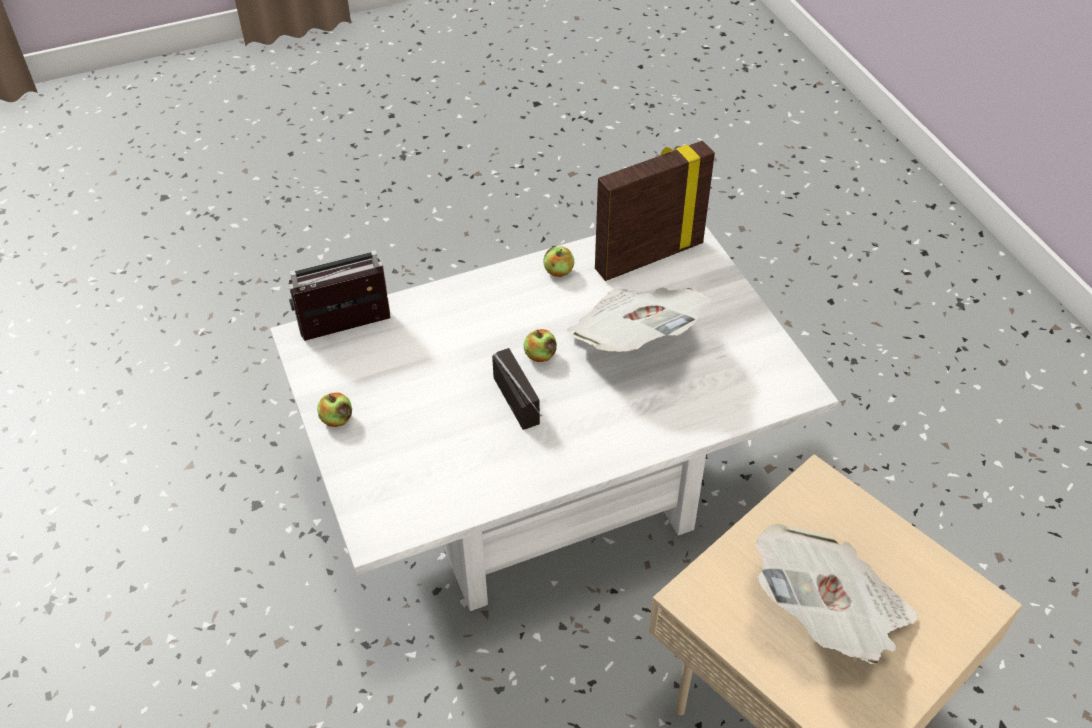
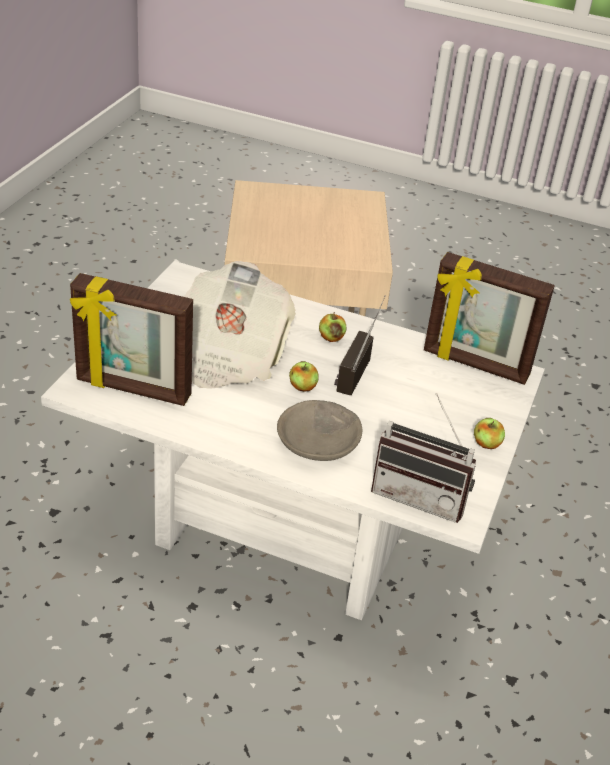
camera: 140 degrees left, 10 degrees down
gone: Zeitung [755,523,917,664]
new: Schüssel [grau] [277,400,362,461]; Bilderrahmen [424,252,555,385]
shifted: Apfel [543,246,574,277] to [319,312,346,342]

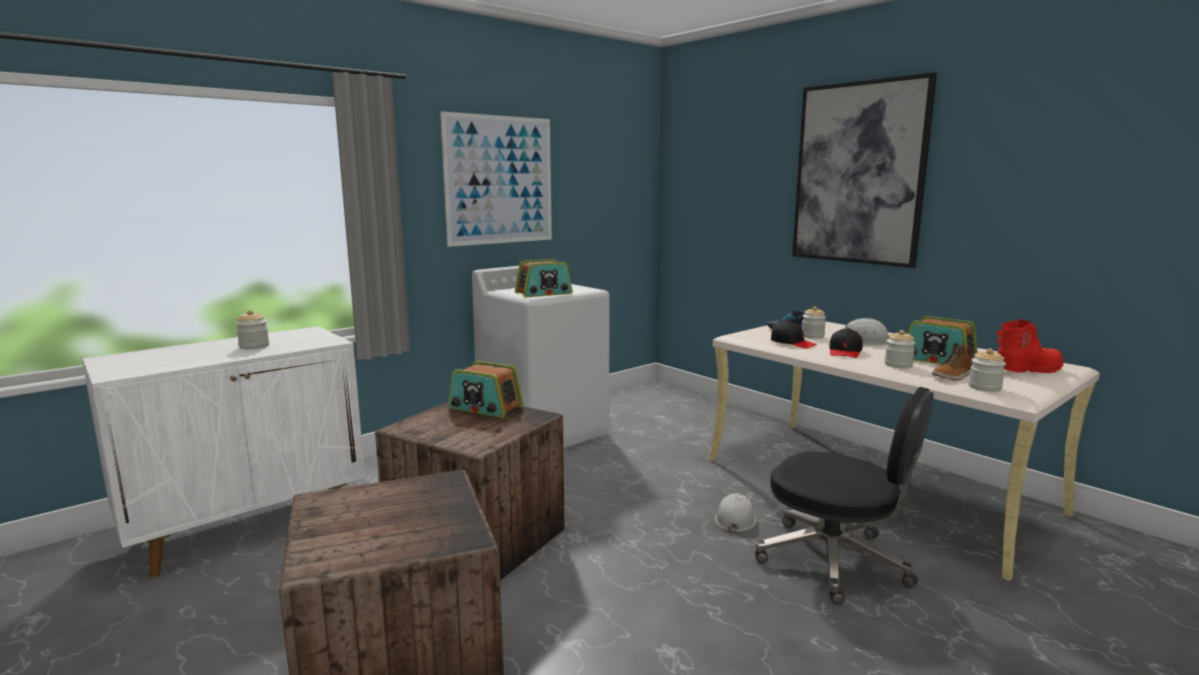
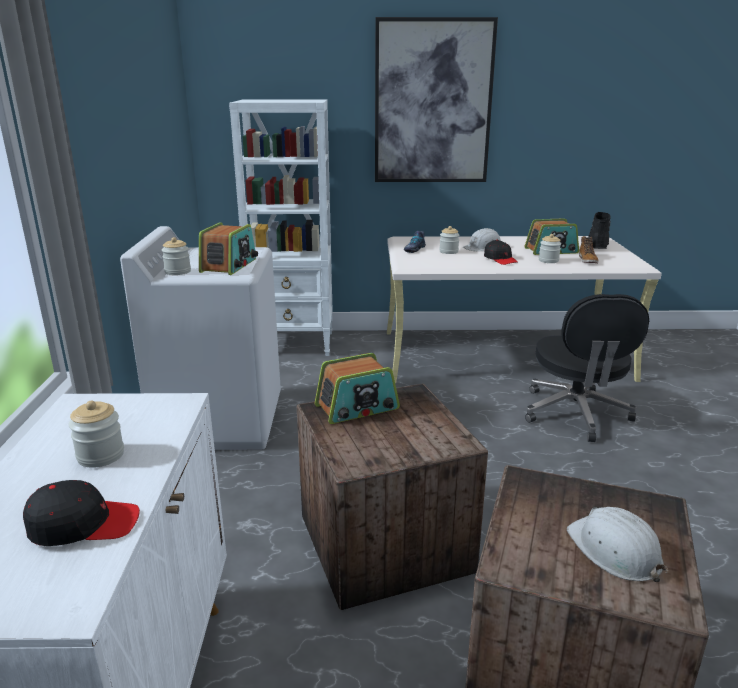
camera: 50 degrees left, 10 degrees up
gone: Bild [440,111,552,247]
new: Bücherregal [weiß] [229,100,333,356]
shifted: Schutzhelm [weiß] [715,493,756,533] to [567,507,668,582]; Kappe [schwarz] [771,321,817,348] to [23,480,140,546]; Vorratsglas [969,348,1006,392] to [162,237,191,275]
repainted: Stiefel [rot] [996,319,1063,373] to Stiefel [schwarz] [588,212,611,249]
rotated: Bürostuhl [schwarz] [755,387,934,605] = [525,294,649,442] 105 degrees clockwise

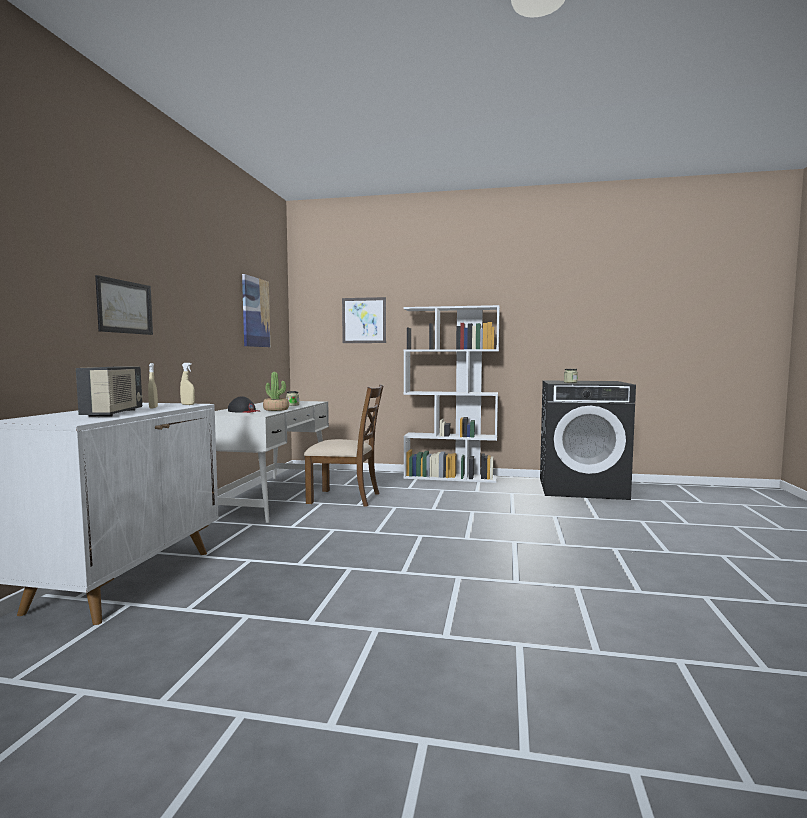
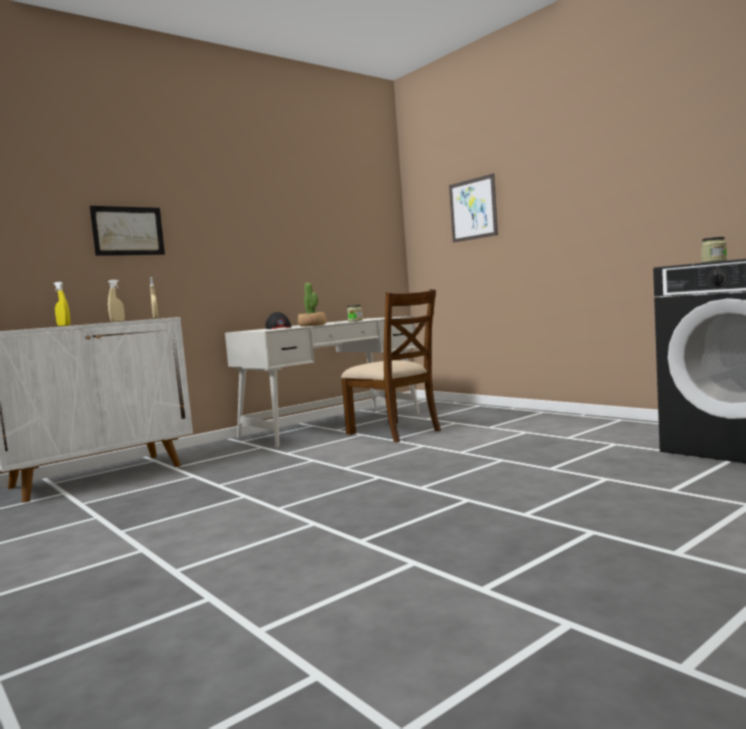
camera: 40 degrees right, 0 degrees up
gone: Bild [242,274,270,347]; Bücherregal [weiß] [404,305,500,483]
swapped: Radio [76,367,143,417] to Sprühflasche [gelb] [54,282,70,326]

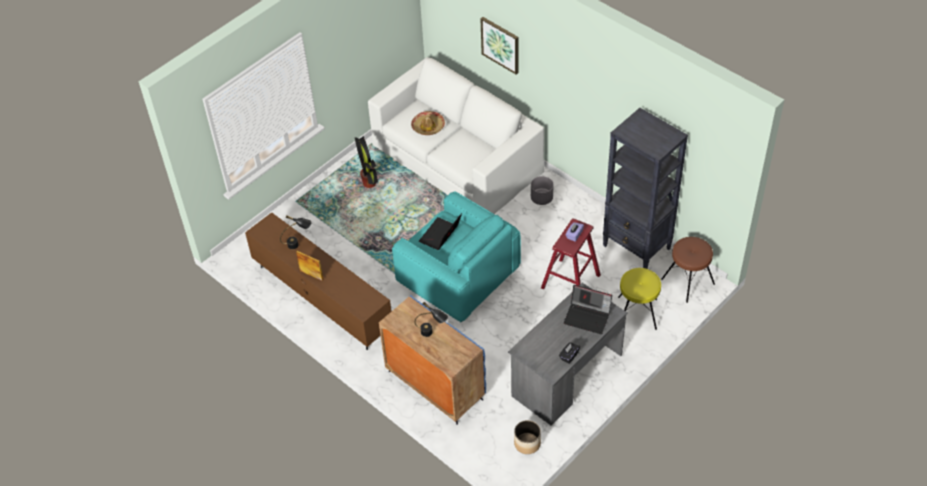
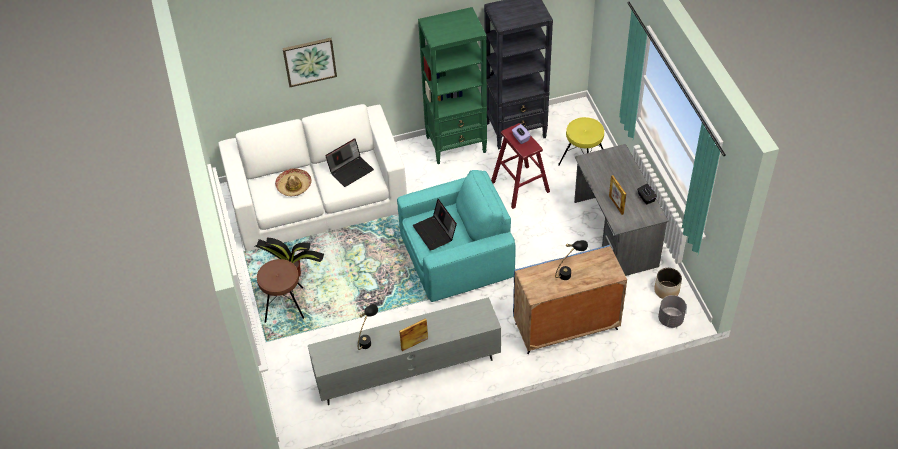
camera: 60 degrees left, 0 degrees up
new: Bücherregal [grün] [418,7,487,164]; Bilderrahmen [609,175,626,215]
shifted: Pflanzkübel [grau] [531,176,554,205] to [658,295,686,328]; Laptop [564,285,612,334] to [325,138,374,187]; Hocker [braun] [661,237,715,303] to [257,259,304,323]
repainted: Fernsehschrank [braun] [245,212,392,350] to Fernsehschrank [grau] [308,297,501,405]

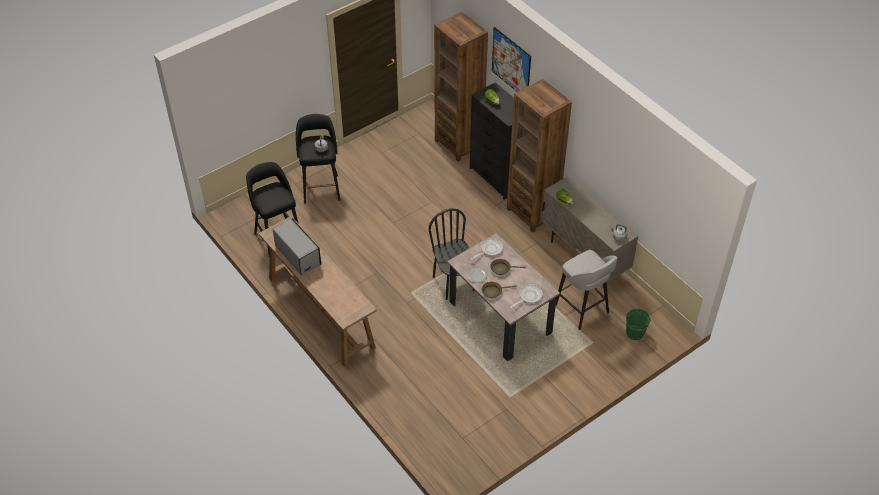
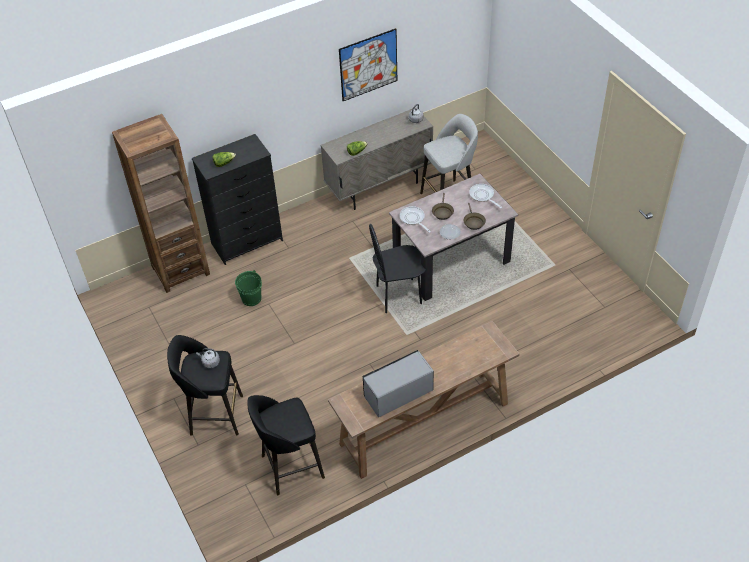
camera: 80 degrees left, 0 degrees up
gone: Bücherregal [braun] [507,79,572,233]
shifted: Bild [492,27,531,92] to [339,28,397,101]; Eimer [grün] [625,308,651,340] to [235,270,262,306]

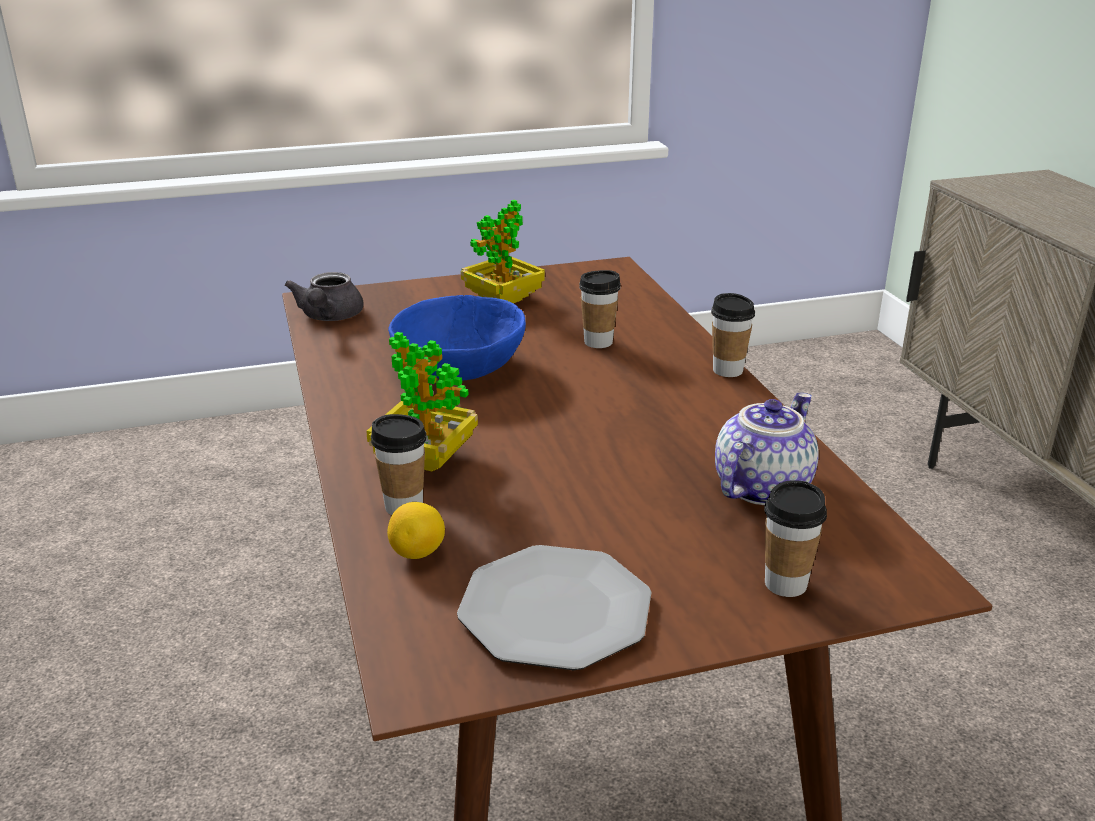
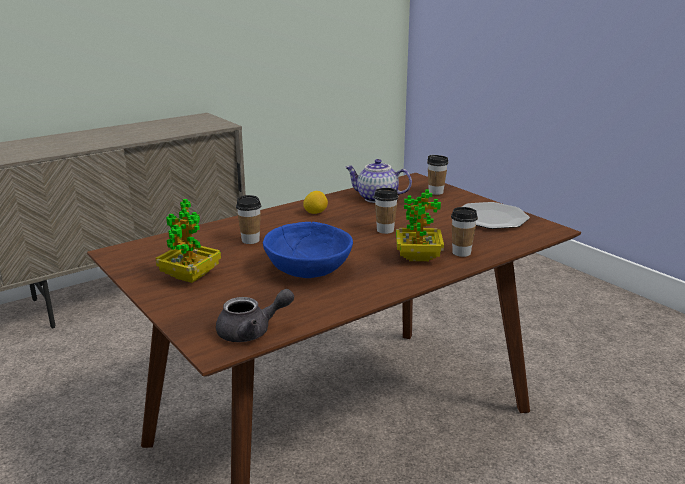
camera: 110 degrees left, 5 degrees down
shifted: Zitrone [387,502,445,559] to [303,191,328,214]; Tasse [711,293,755,377] to [374,188,398,234]

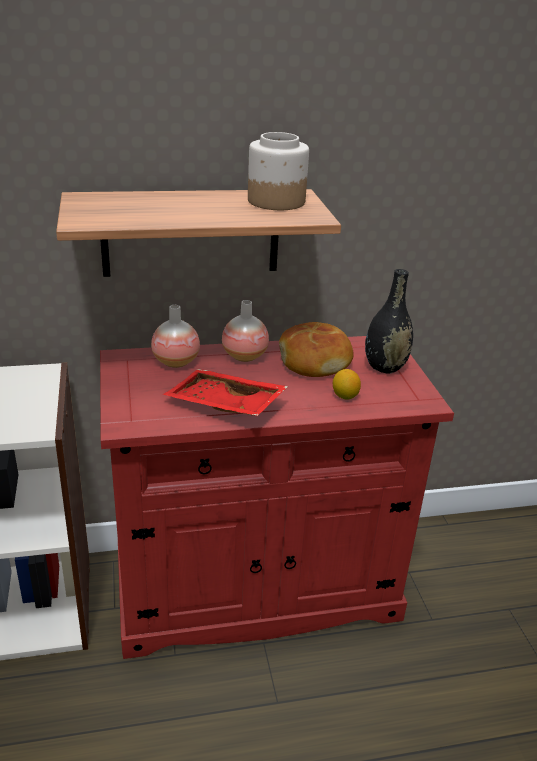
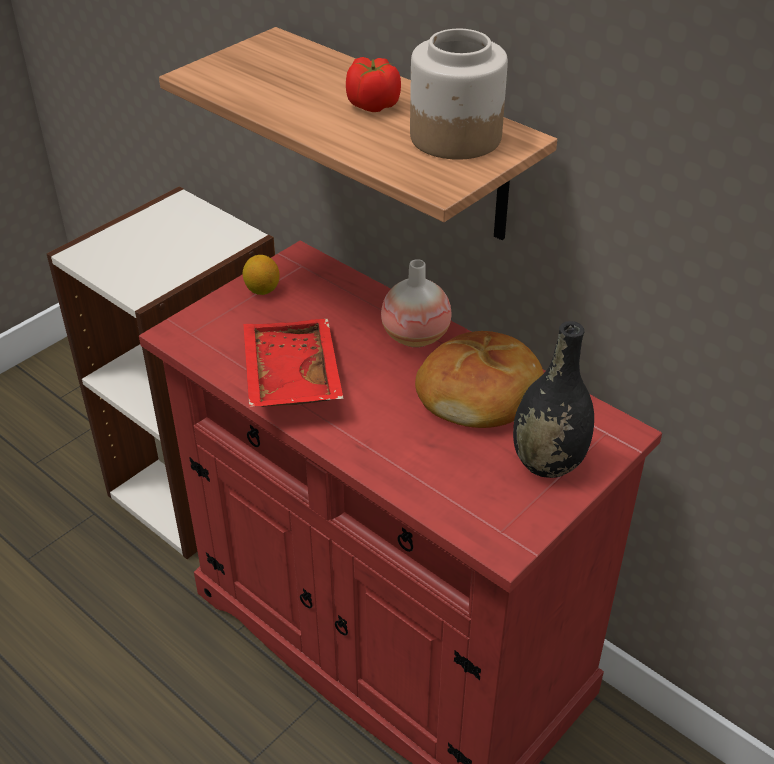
camera: 55 degrees right, 10 degrees up
gone: Vase [151,305,200,368]
new: Tomate [346,57,401,112]
shifted: Zitrone [333,369,361,400] to [243,255,279,295]

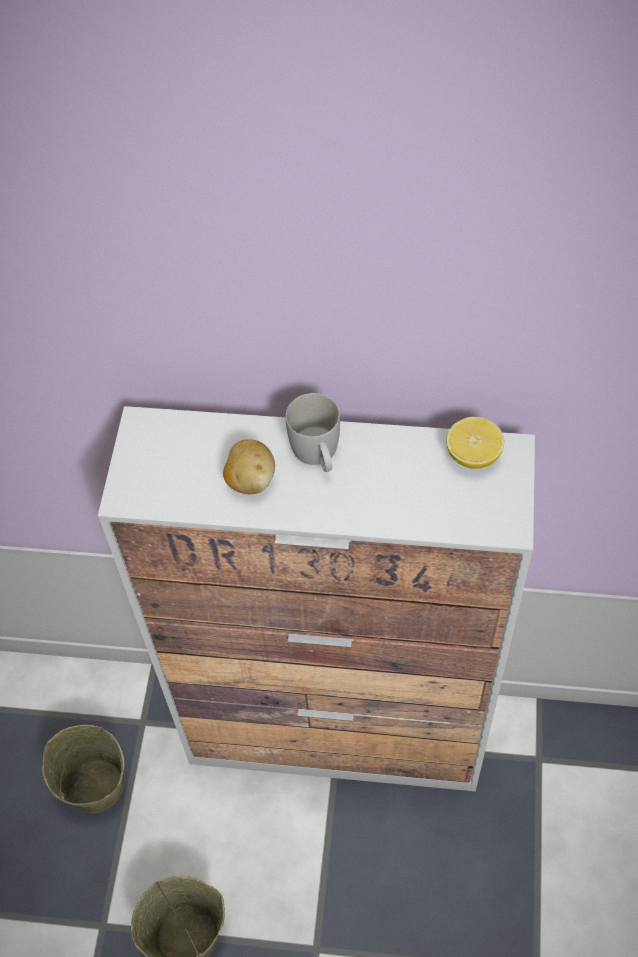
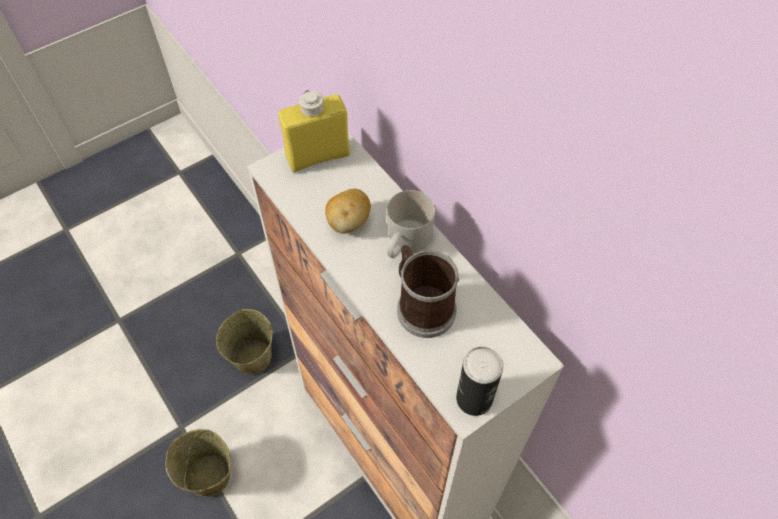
camera: 45 degrees right, 0 degrees up
gone: Zitrone [446,417,504,469]
new: Flasche [gelb] [278,90,350,172]; Henkelbecher [397,245,459,338]; Dose [456,347,503,416]

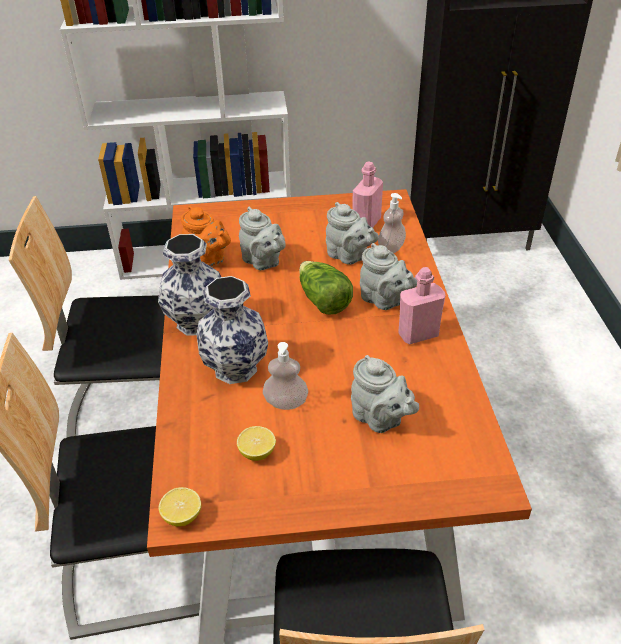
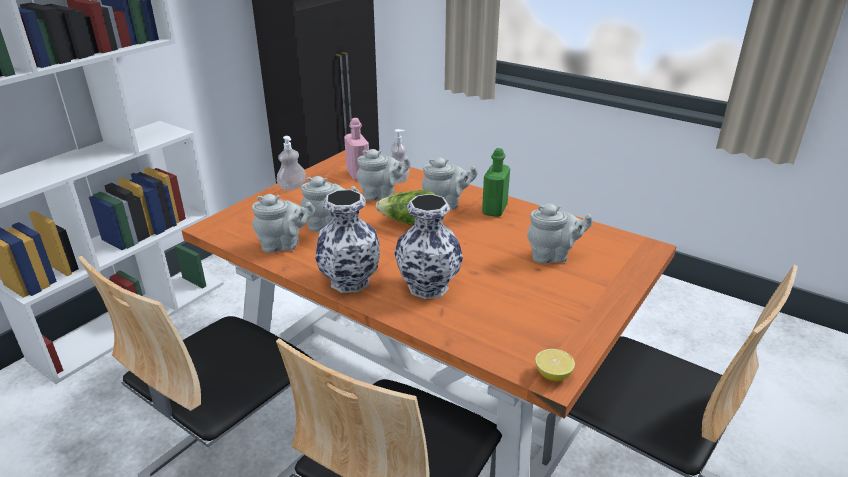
camera: 50 degrees left, 10 degrees down
gone: Zitrone [237,426,276,461]
shifted: Seifenspender [263,342,308,410] to [277,136,306,191]
repainted: Teekanne [orange] [181,206,231,267] to Teekanne [grau] [252,194,315,253]; Flasche [rosa] [398,267,446,344] to Flasche [grün] [482,148,510,217]

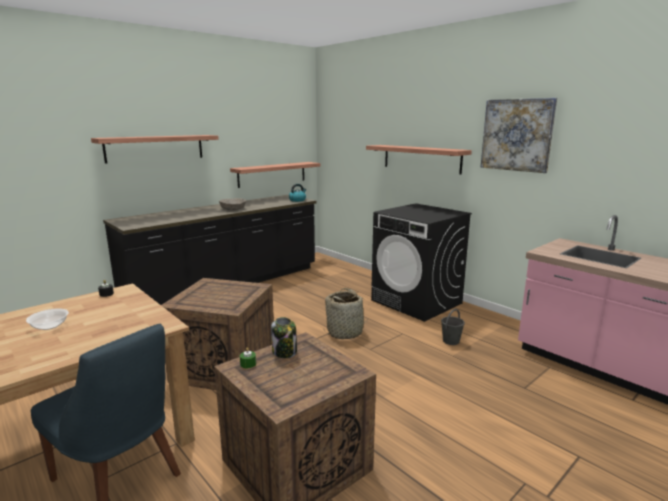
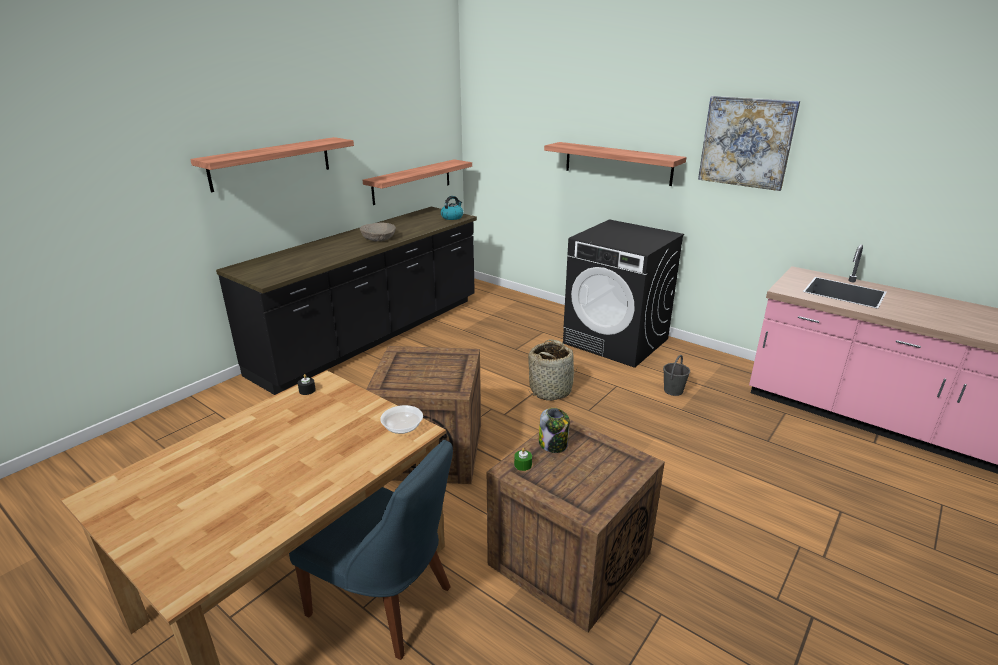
camera: 10 degrees left, 10 degrees up
shifted: Schüssel [26,308,69,330] to [380,405,423,434]

